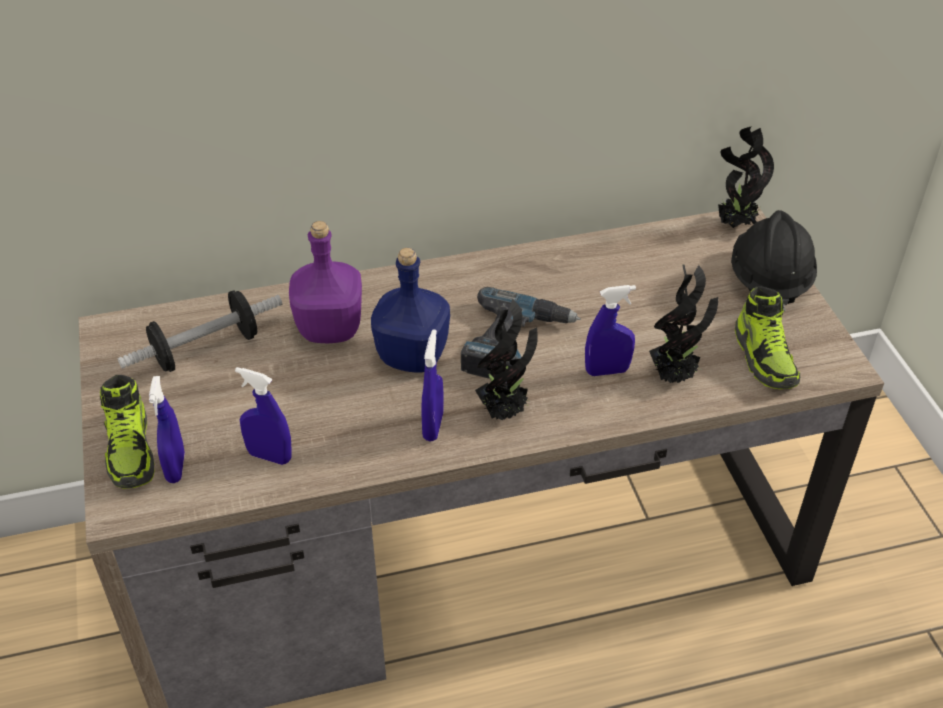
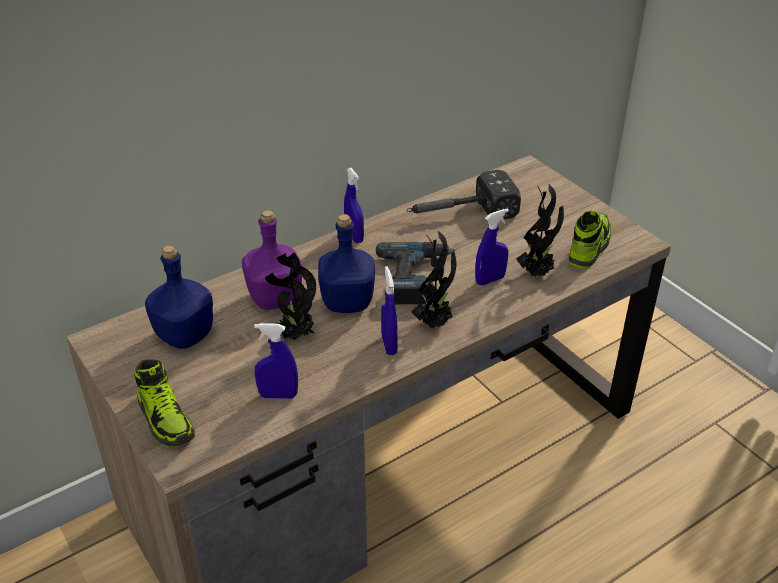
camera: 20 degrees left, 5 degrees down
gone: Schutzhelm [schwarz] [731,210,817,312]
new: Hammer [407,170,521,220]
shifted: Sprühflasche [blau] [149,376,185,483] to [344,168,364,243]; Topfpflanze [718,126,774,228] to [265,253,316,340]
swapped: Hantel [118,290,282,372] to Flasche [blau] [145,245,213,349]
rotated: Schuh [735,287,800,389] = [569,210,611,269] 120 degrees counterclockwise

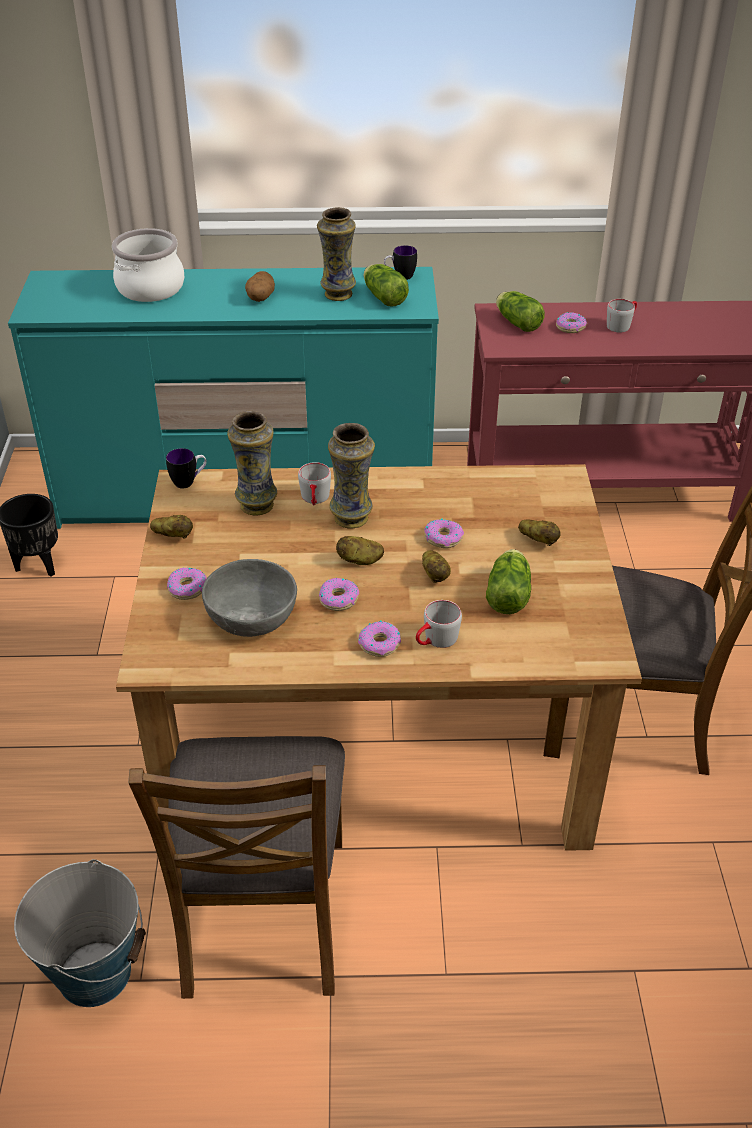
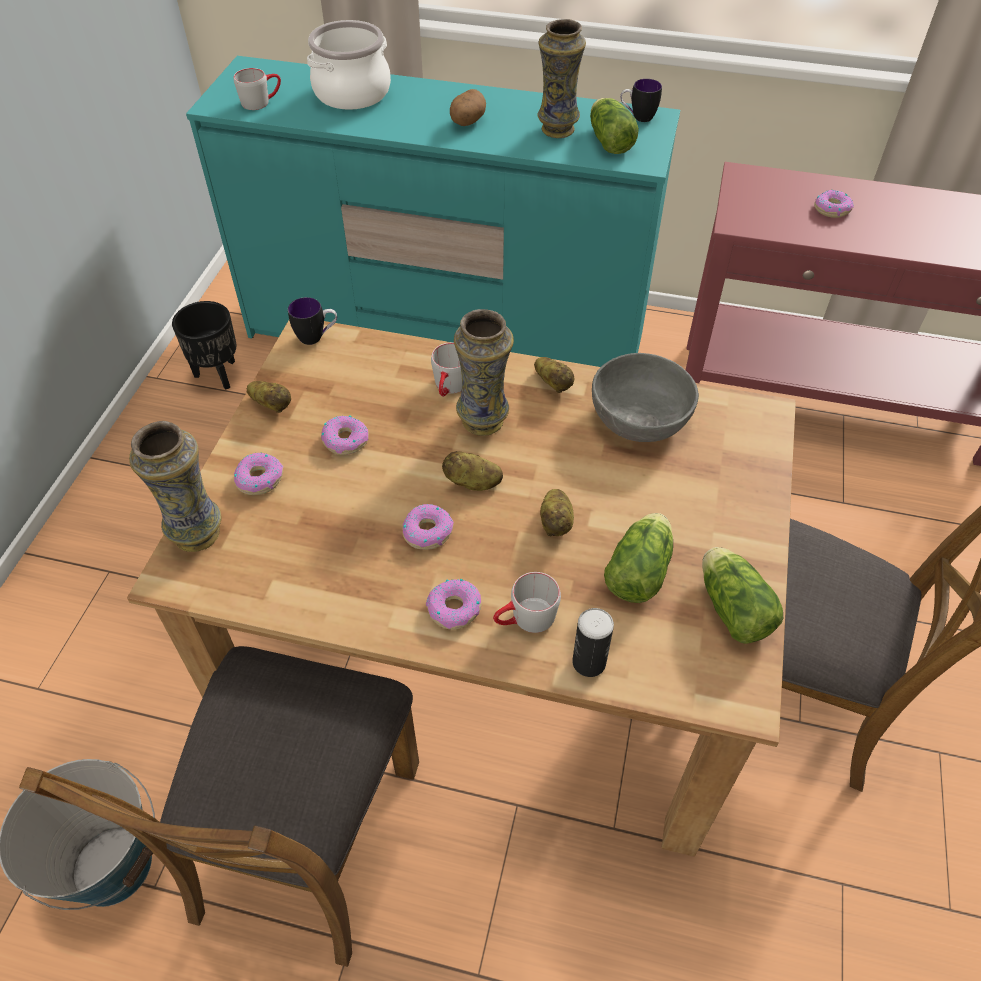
camera: 15 degrees right, 10 degrees up
new: Dose [572,608,614,677]
shifted: Schüssel [grau] [202,559,297,637] to [592,353,699,442]; Vase [227,411,277,515] to [129,421,222,552]; Donut [424,518,464,548] to [321,415,369,455]; Salatkopf [496,291,545,332] to [702,547,783,644]; Kartoffel [518,519,561,546] to [534,357,574,393]; Henkelbecher [grau] [607,299,637,333] to [234,68,281,110]

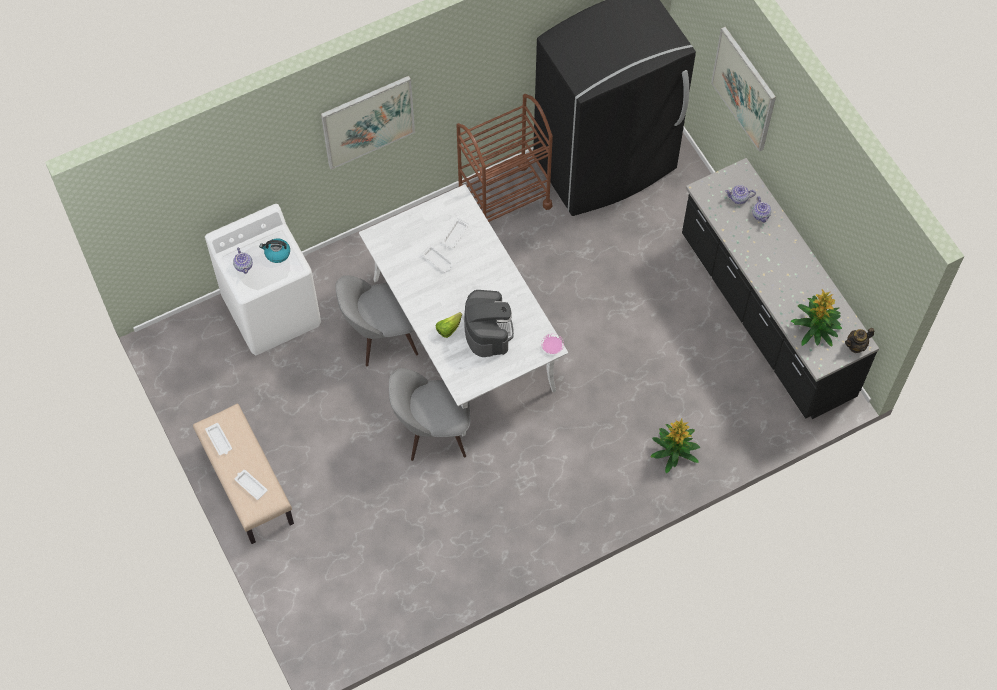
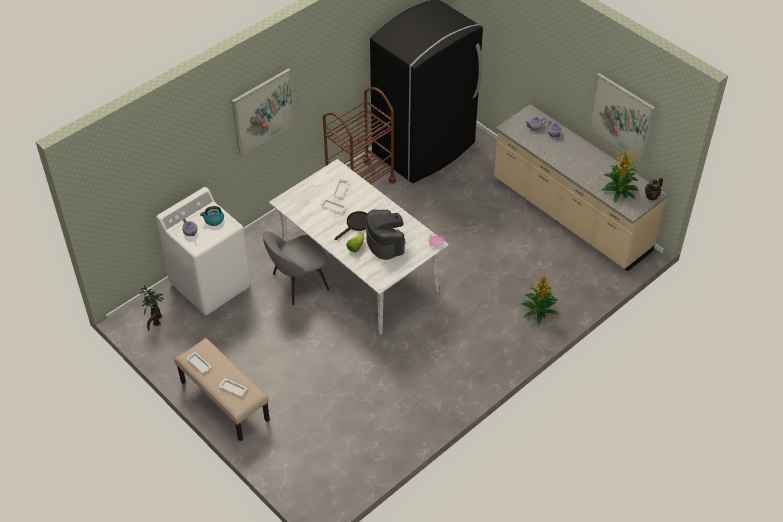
camera: 15 degrees left, 15 degrees down
gone: Stuhl [grau] [389,368,471,461]
new: Topfpflanze [139,285,164,331]; Pfanne [schwarz] [335,211,368,240]
shifted: Bild [711,27,776,152] to [588,73,655,162]
repainted: Küchenzeile [schwarz] [682,158,879,419] to Küchenzeile [beige] [494,104,668,271]

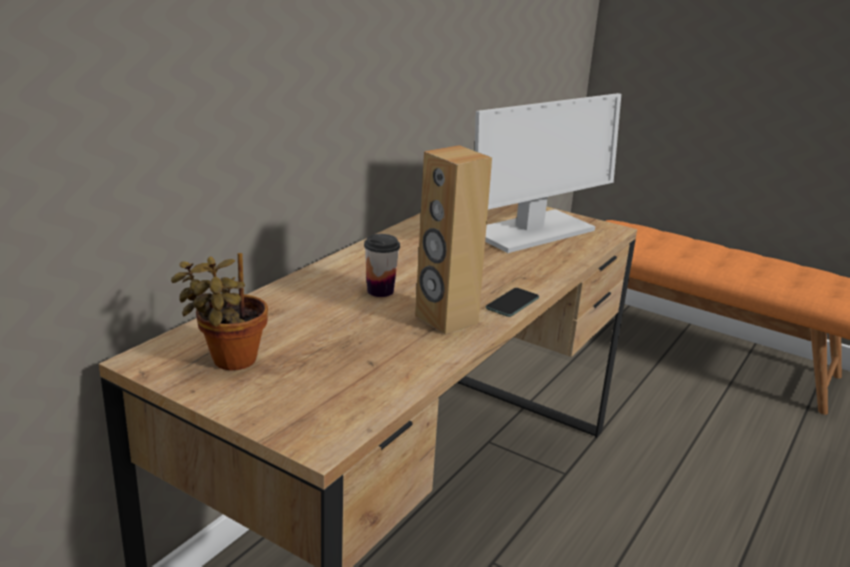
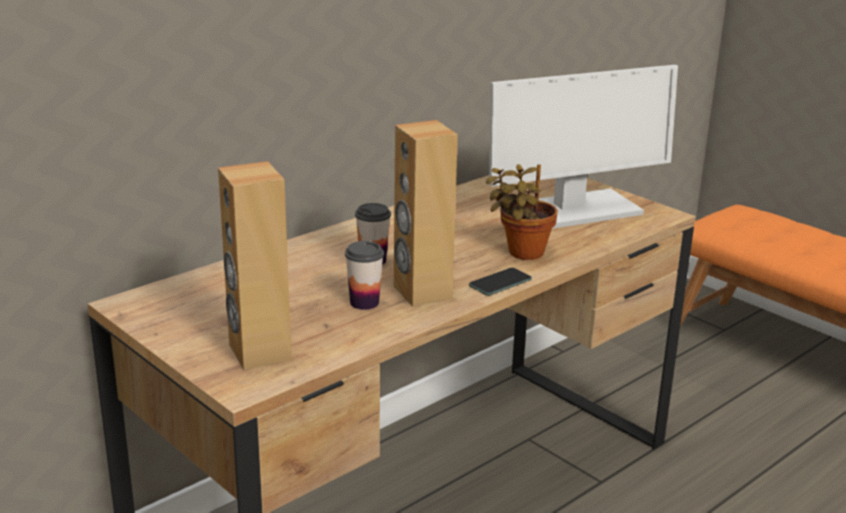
camera: 15 degrees right, 0 degrees up
new: Lautsprecher [braun] [218,161,292,370]; Tasse [345,241,384,310]
shifted: Topfpflanze [171,253,268,370] to [486,164,558,260]

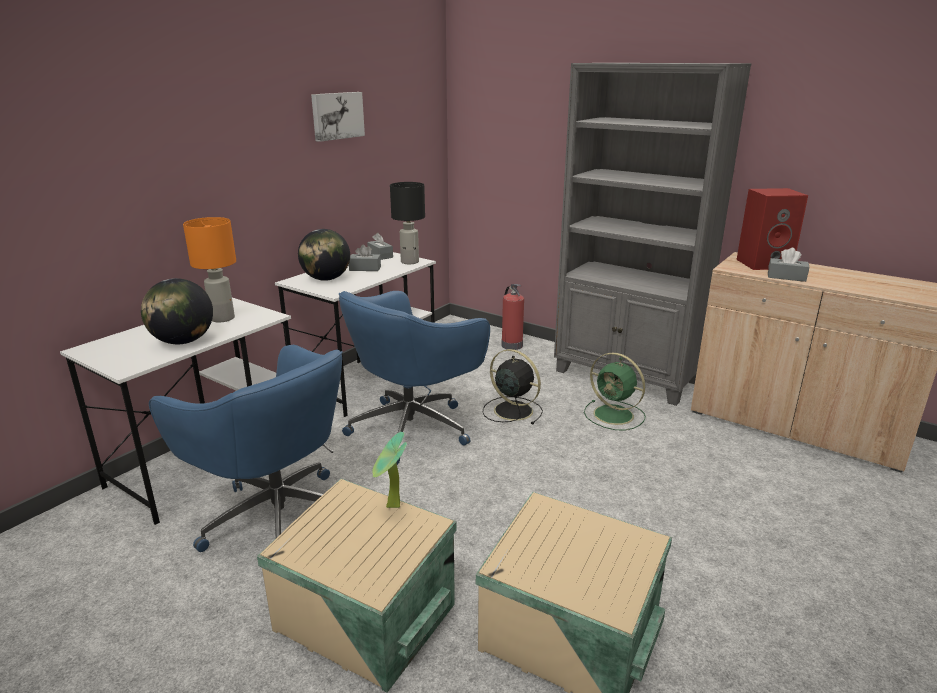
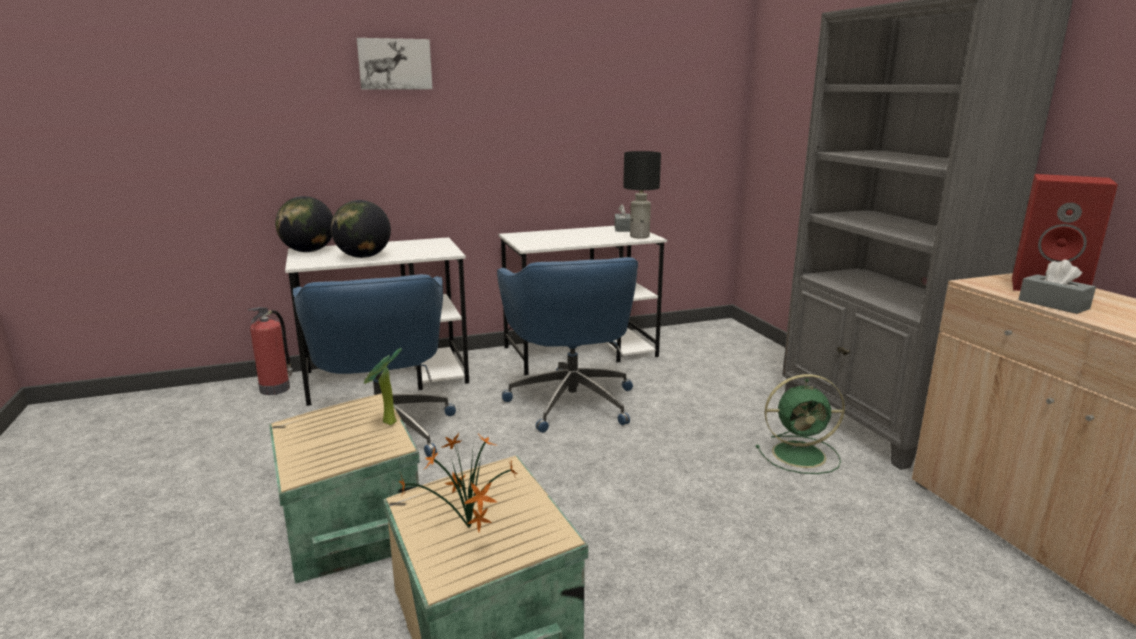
camera: 35 degrees right, 5 degrees down
gone: Tischlampe [orange] [183,217,236,322]; Taschentuchbox [grau] [349,244,381,271]; Ventilator [schwarz] [483,349,543,424]
new: Topfpflanze [399,433,517,532]
shifted: Globus [298,229,350,281] to [275,196,333,252]; Bild [311,92,365,142] to [356,38,433,89]; Feuerlöscher [502,284,524,350] to [247,307,293,395]
rotated: Bürostuhl [blau] [339,291,490,465] = [497,257,638,433] 90 degrees counterclockwise; Ventilator [grün] [584,352,646,431] = [756,374,845,474] 75 degrees counterclockwise

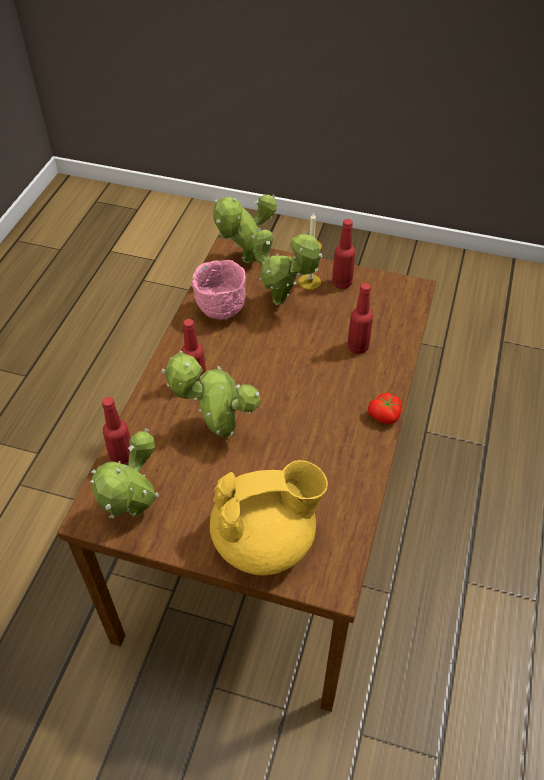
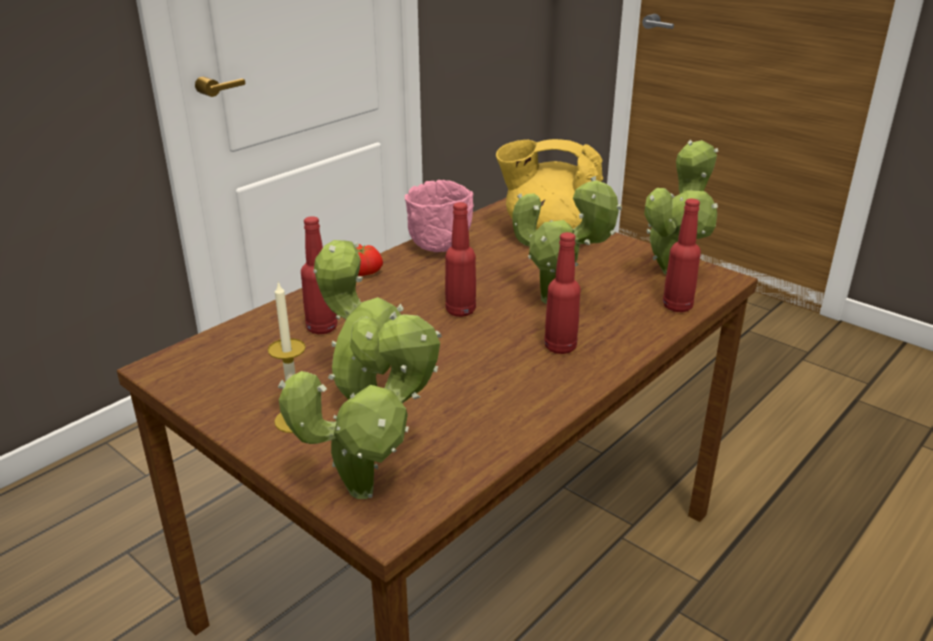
camera: 155 degrees left, 20 degrees down
shifted: Schüssel [rosa] [191,260,246,319] to [405,180,474,252]; Flasche [rot] [332,219,355,289] to [445,202,476,317]

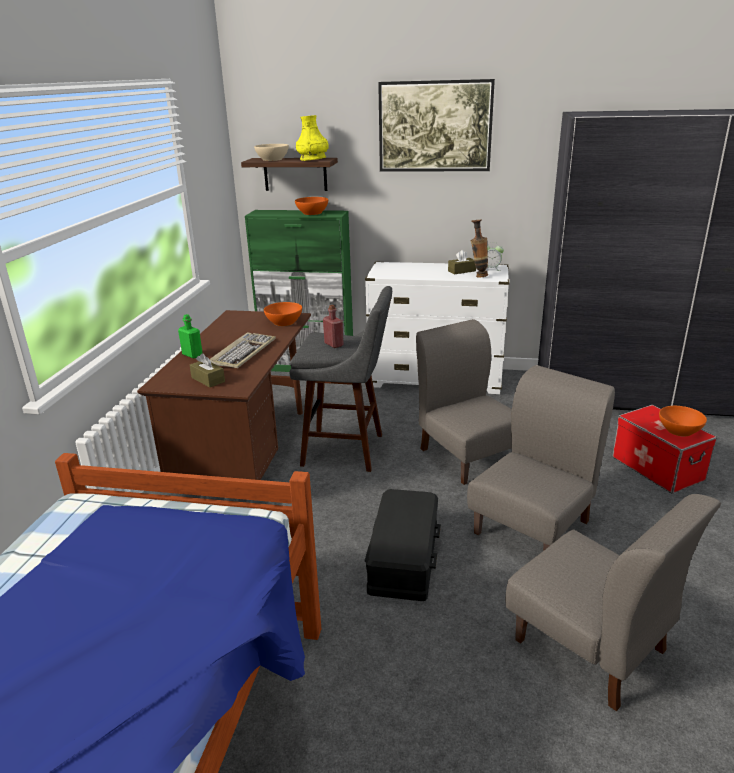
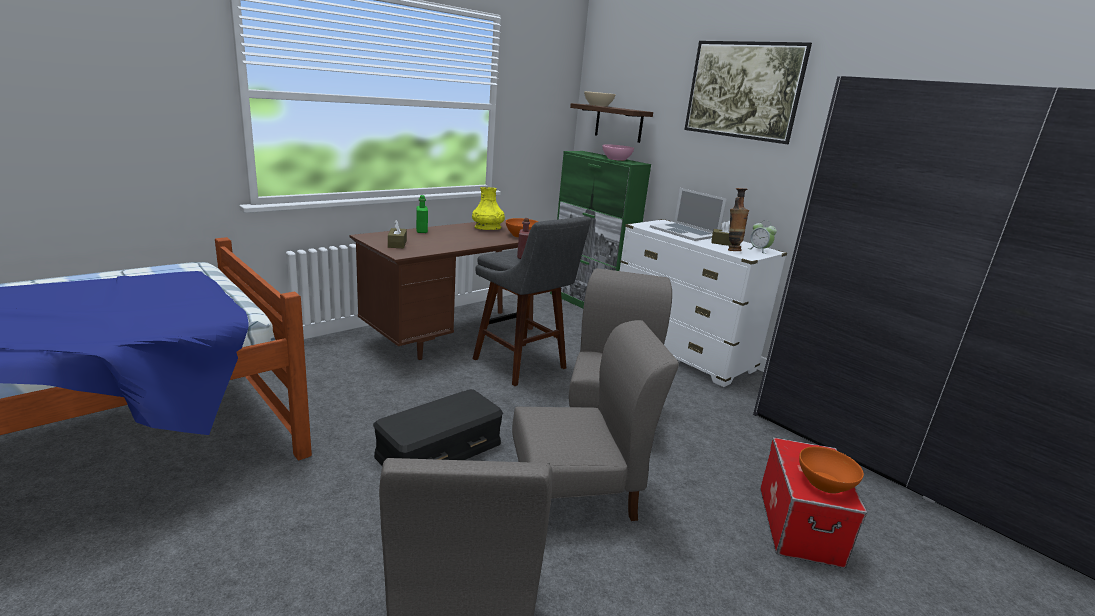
camera: 35 degrees right, 5 degrees down
gone: Tastatur [210,332,276,368]
new: Laptop [650,188,727,241]
shifted: Vase [gelb] [296,115,329,161] to [472,187,505,230]
repainted: Schüssel [orange] [295,197,328,215] to Schüssel [rosa] [602,144,634,161]

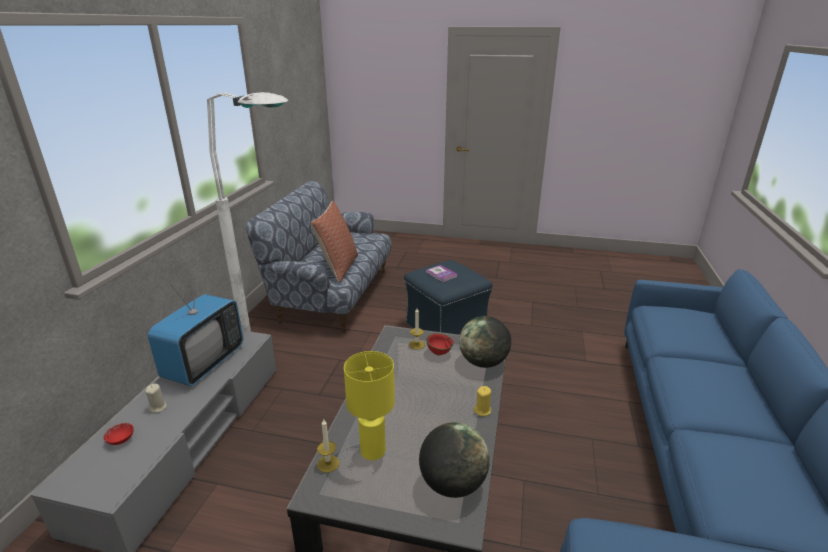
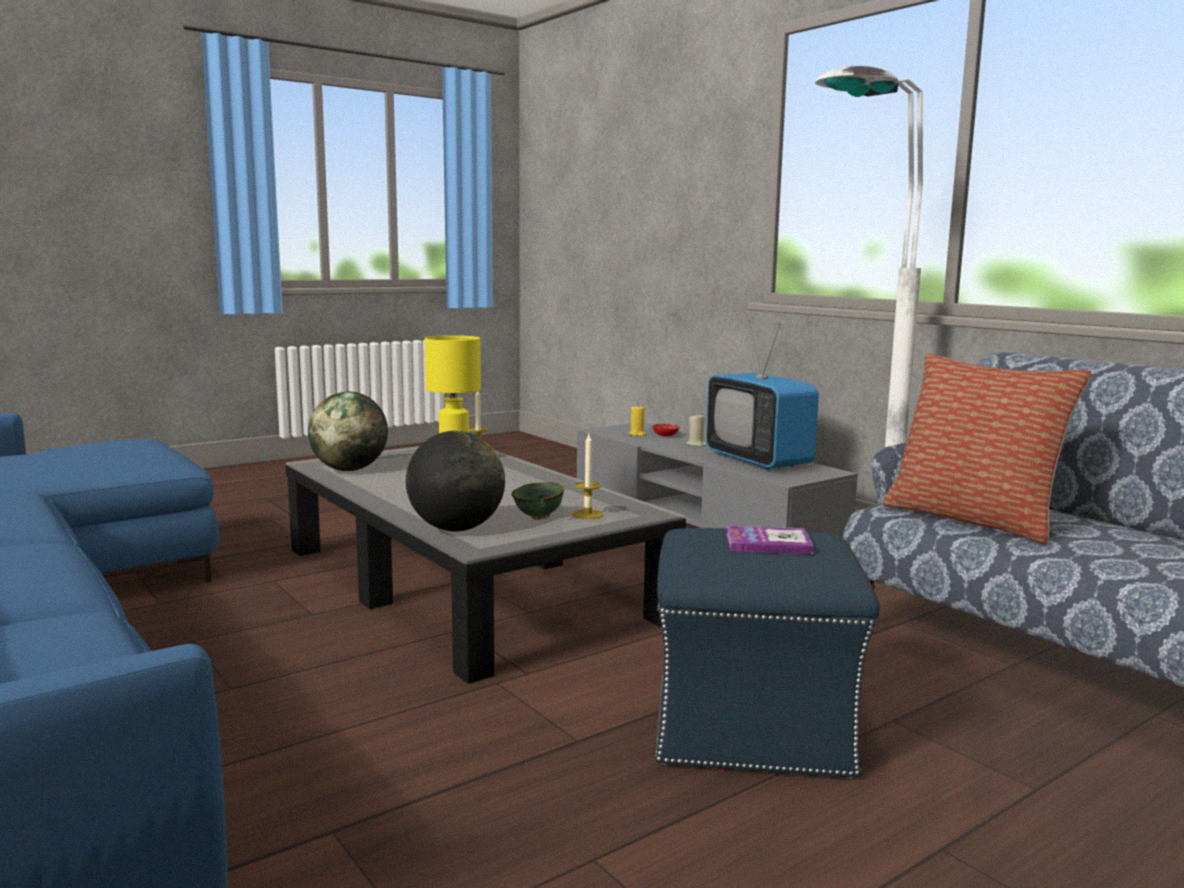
camera: 130 degrees right, 15 degrees down
shifted: Kerze [gelb] [474,386,491,416] to [629,404,646,436]
repainted: Schüssel [rot] [426,333,454,356] to Schüssel [grün] [511,482,565,520]

